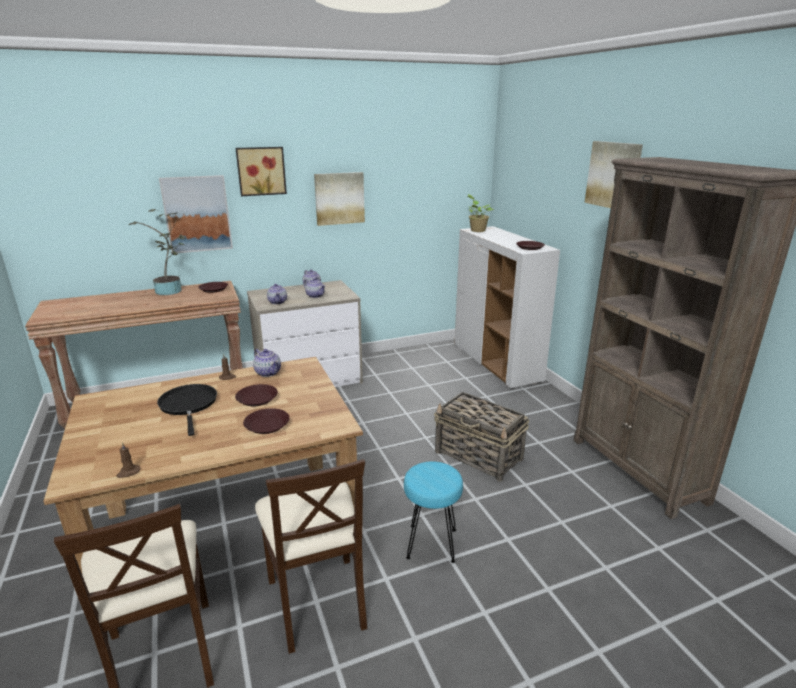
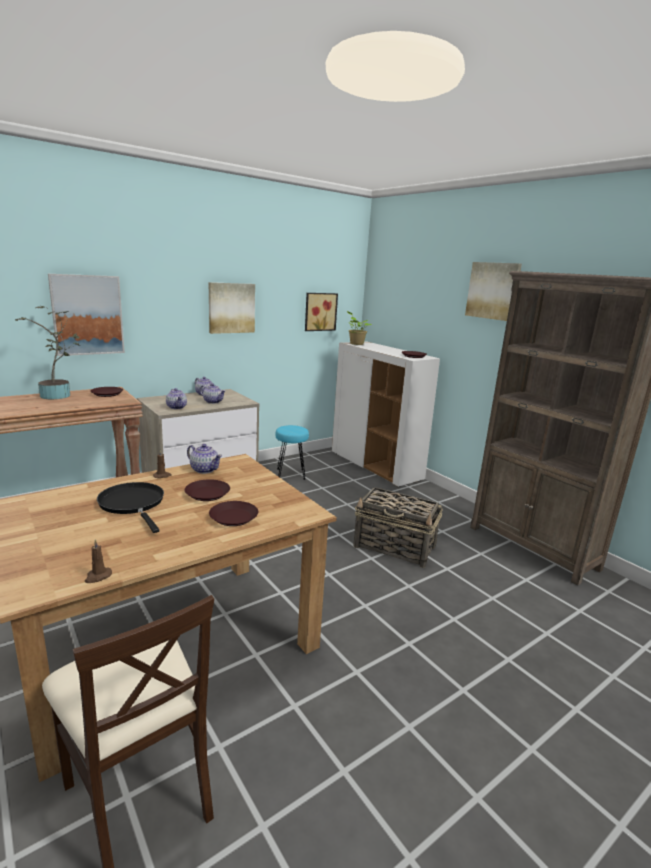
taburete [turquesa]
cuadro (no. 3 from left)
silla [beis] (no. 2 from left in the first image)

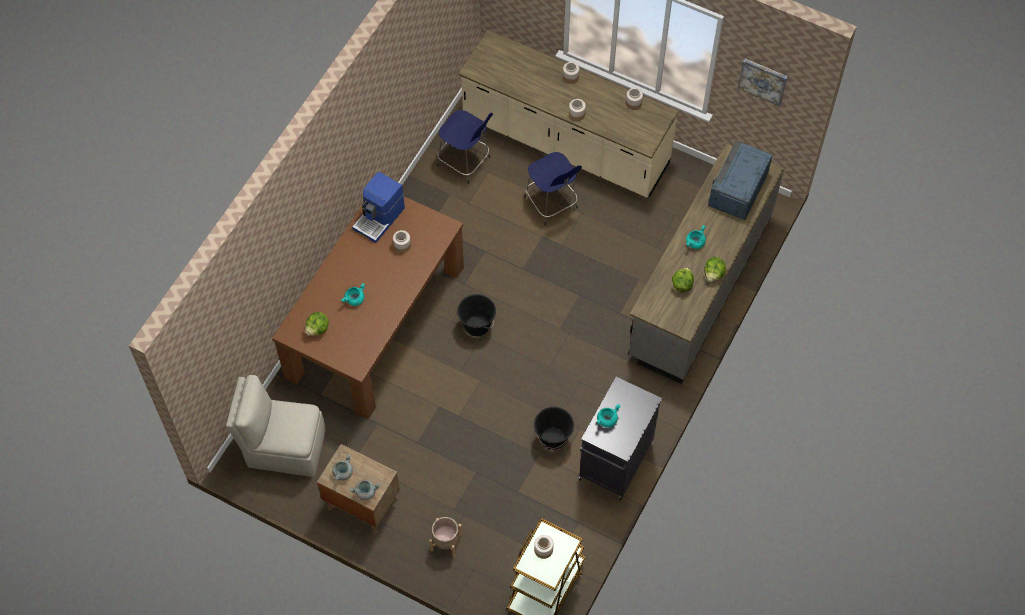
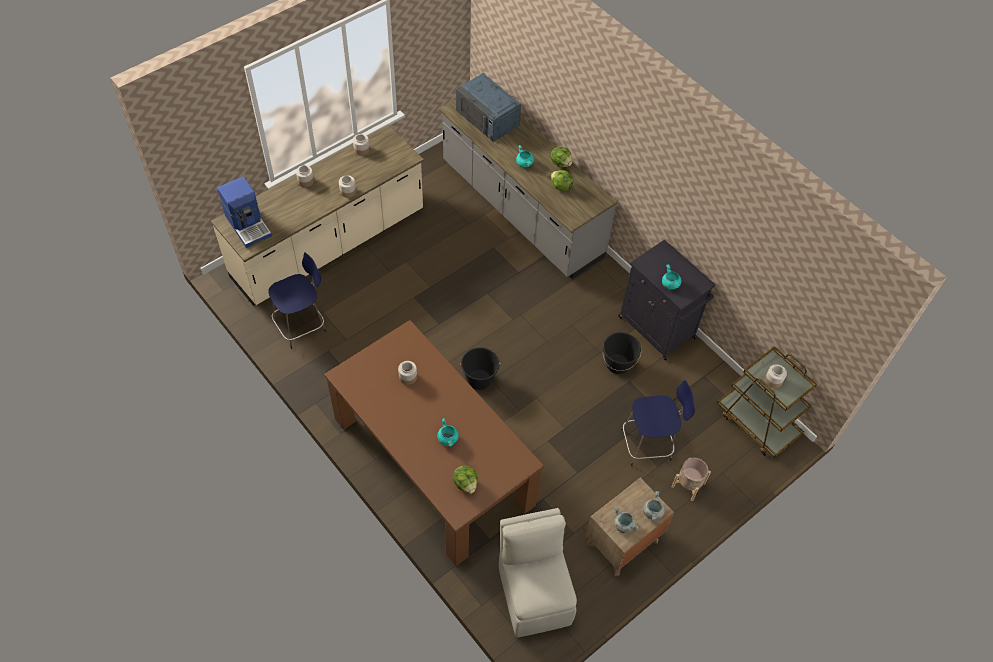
cafetera
silla [beis]
taburete [azul] (no. 2 from left)
cuadro

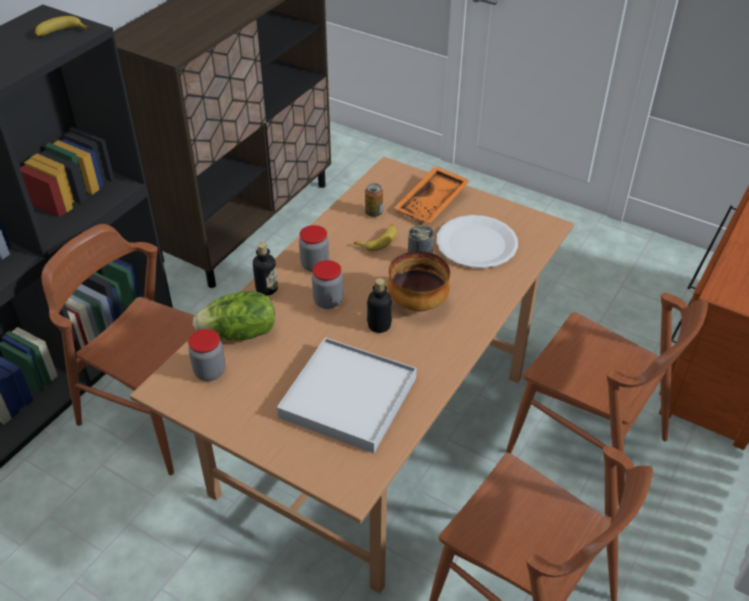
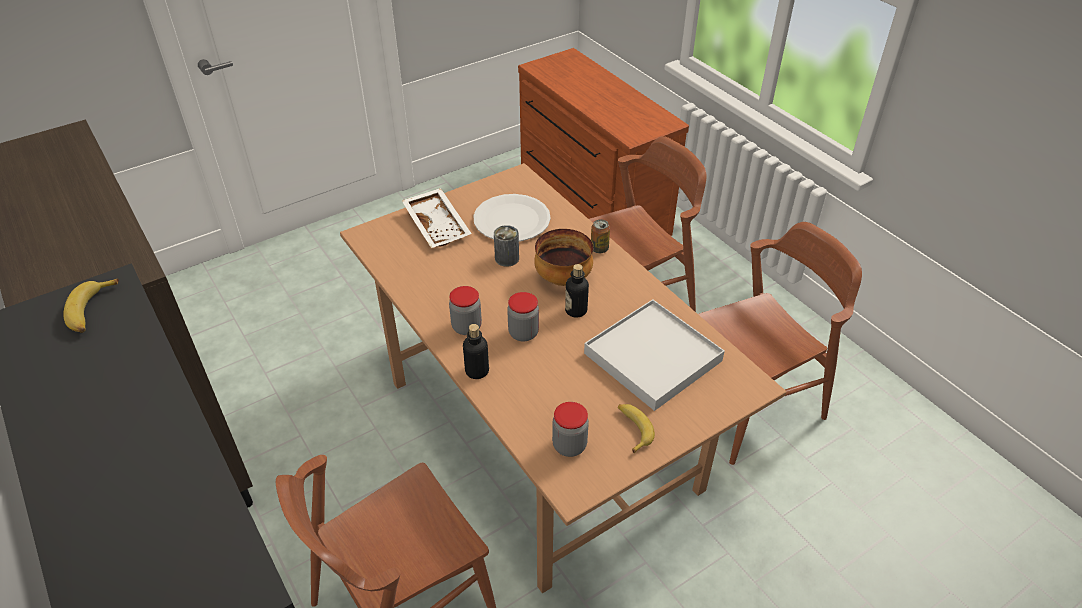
bandeja [blanco] (no. 1 from left)
lata (no. 2 from left)
plátano (no. 2 from left)
lechuga

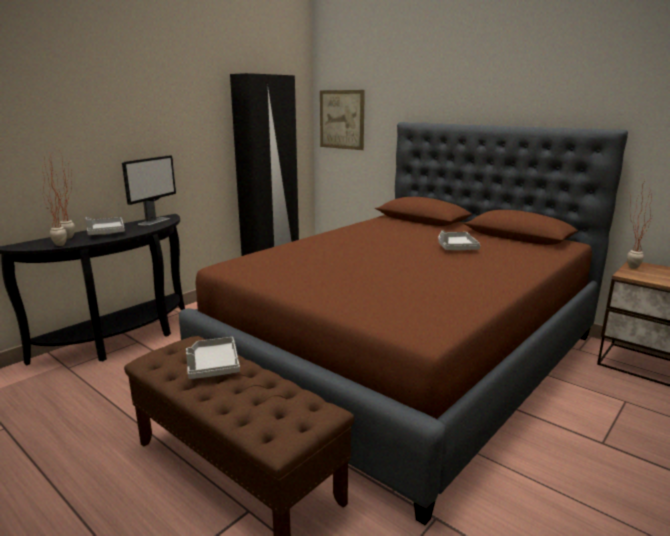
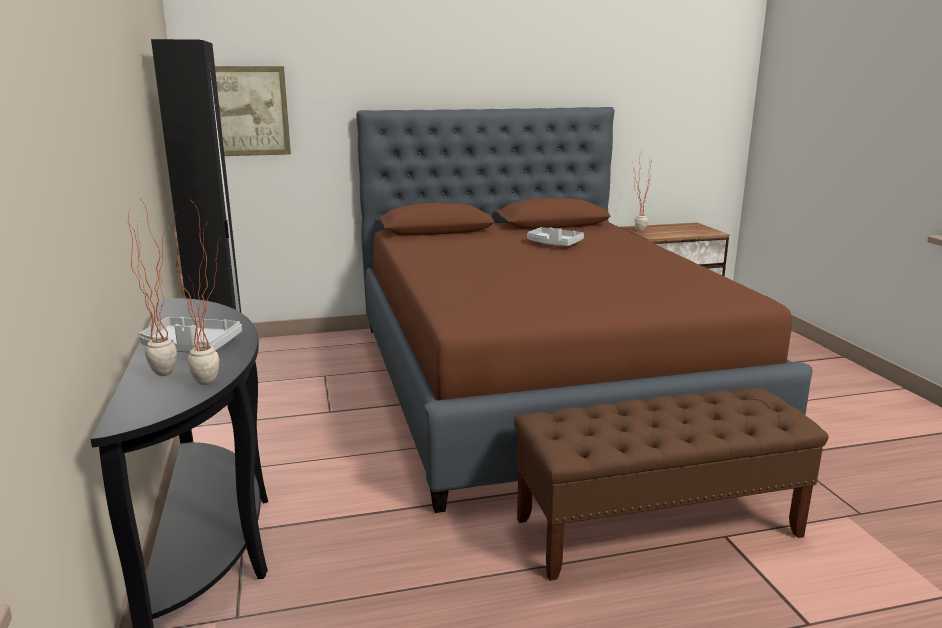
monitor
bandeja [gris] (no. 2 from left in the first image)

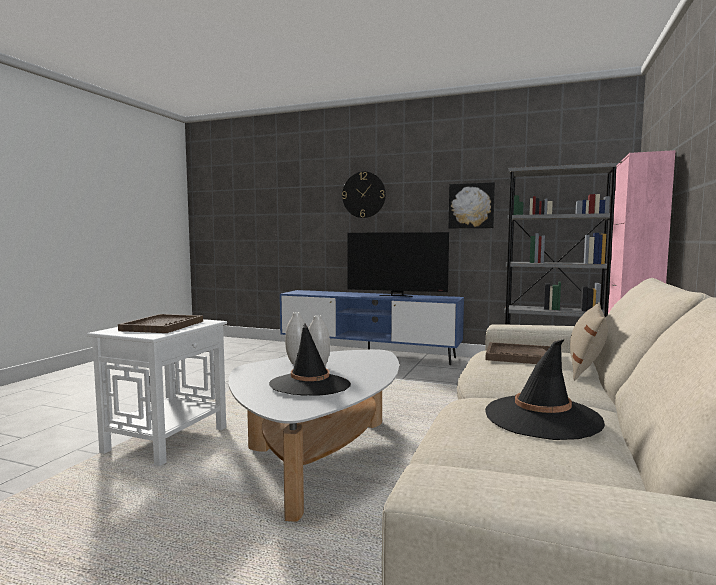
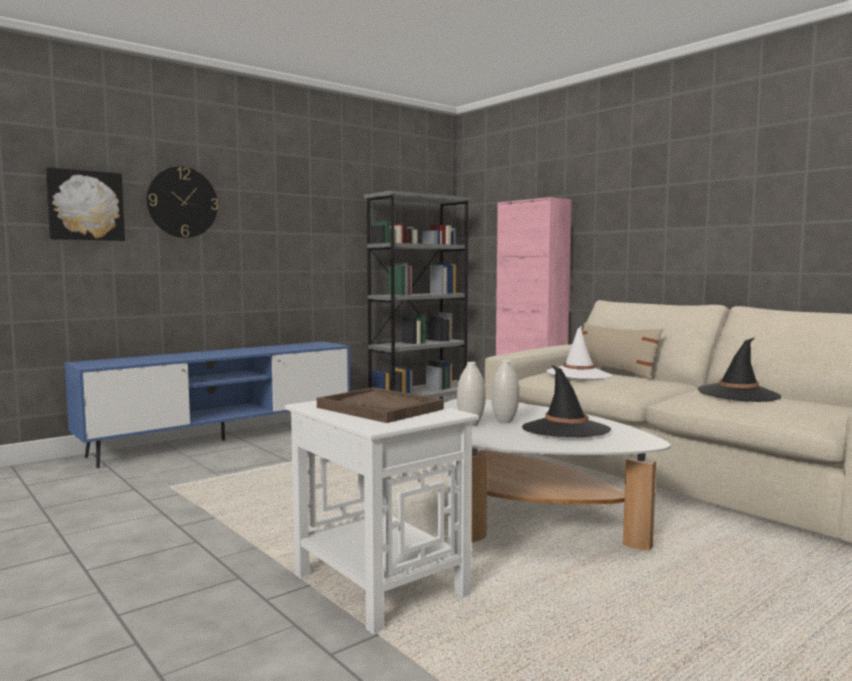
cuadro
sombrero [blanco]
televisor

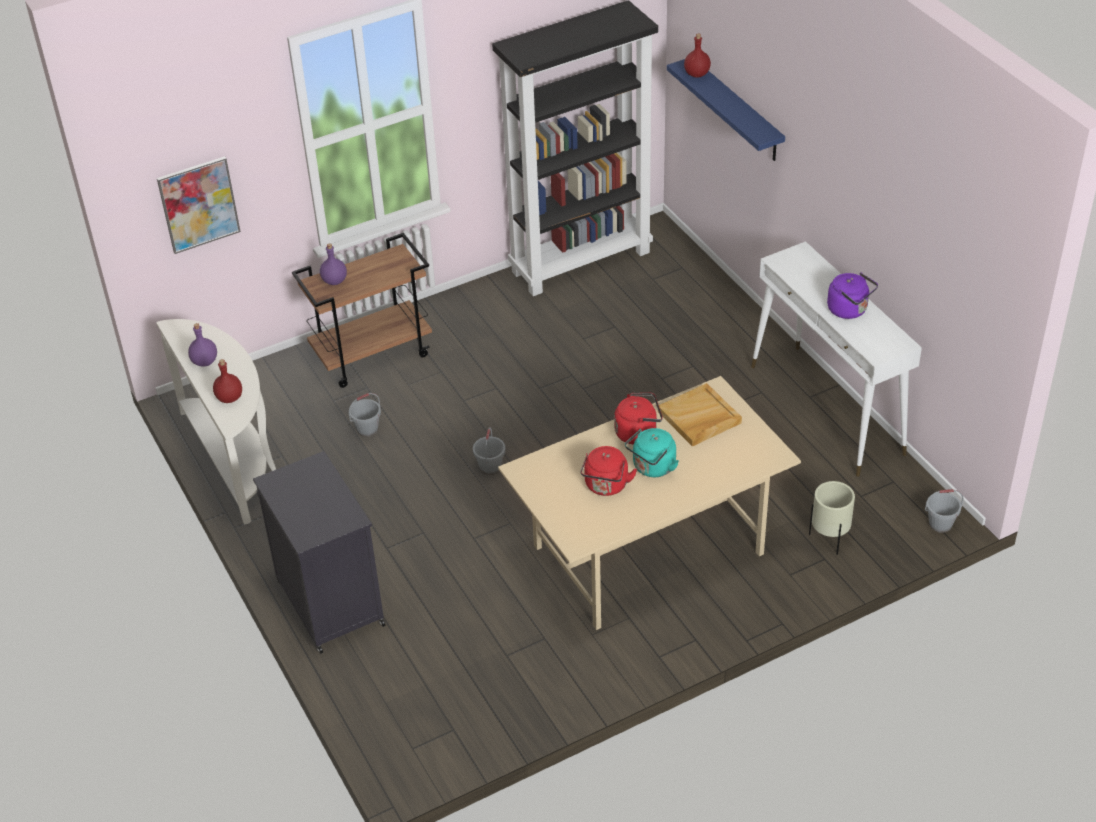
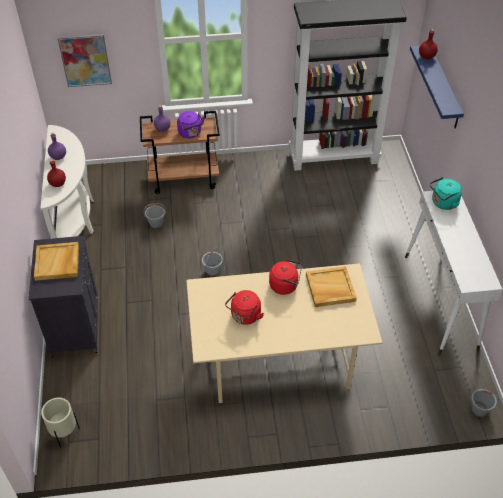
bandeja [beis] (no. 1 from left)
maceta [beis]
hervidor [morado]
hervidor [turquesa]

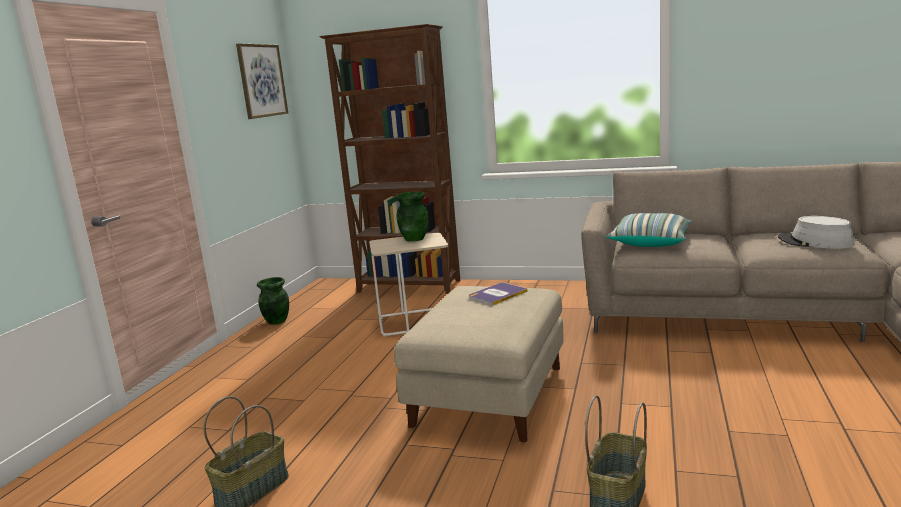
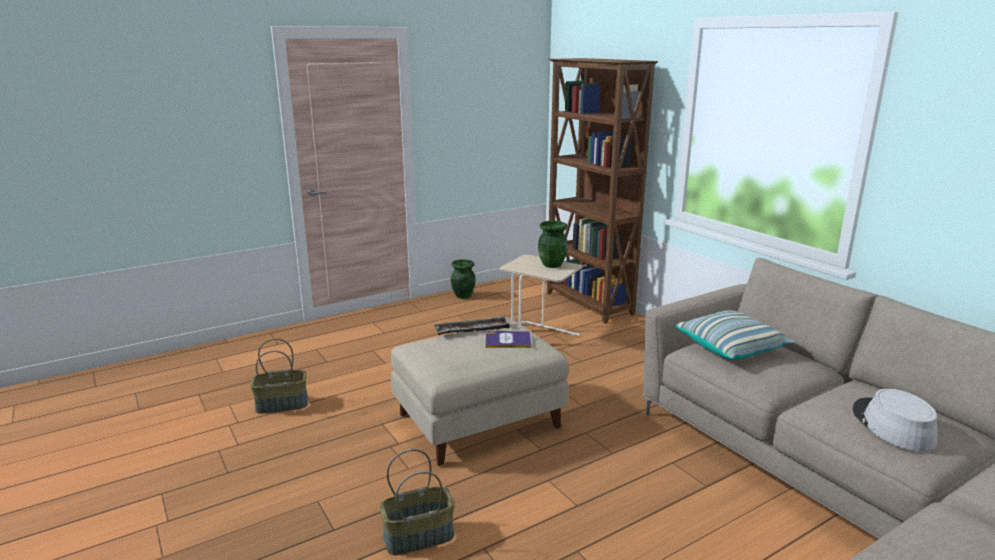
bandeja
cuadro

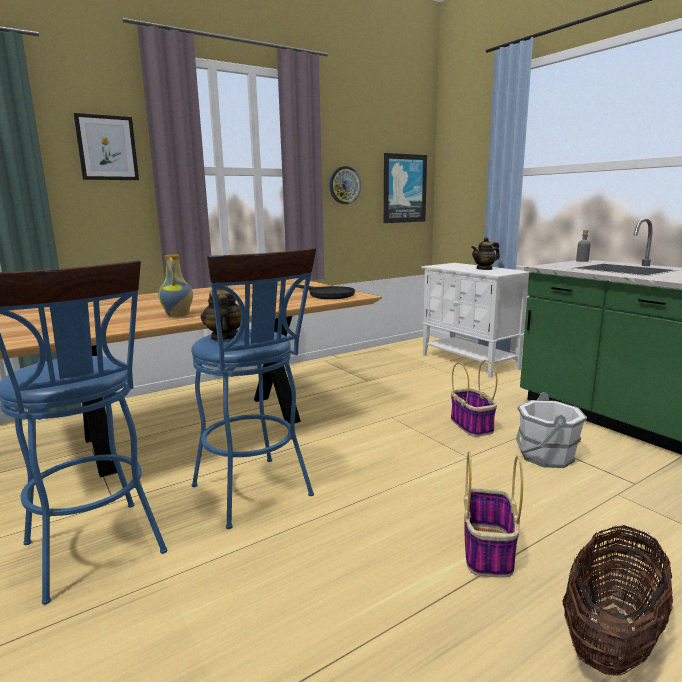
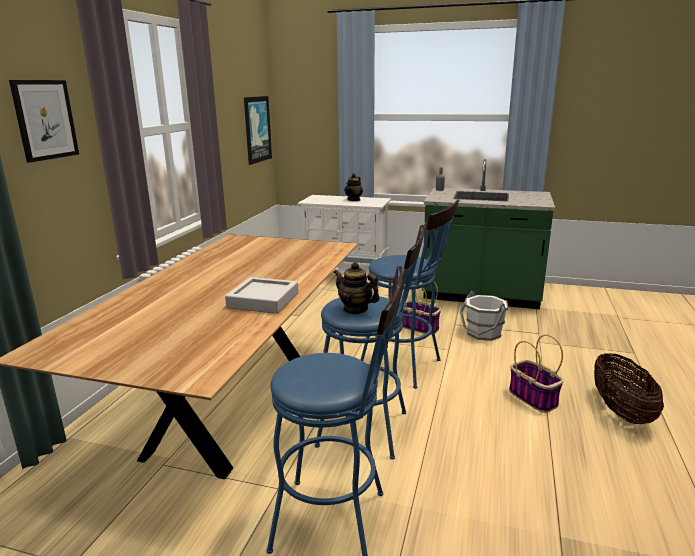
bandeja [gris]
taburete [azul] (no. 3 from left)
sartén [negro]
reloj de pared

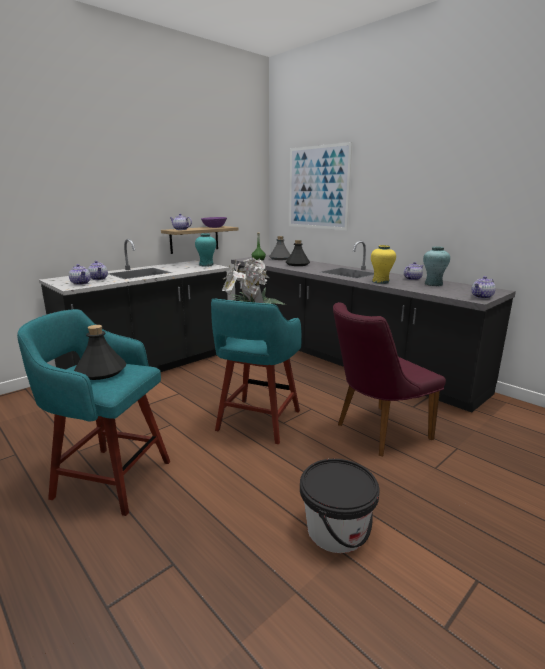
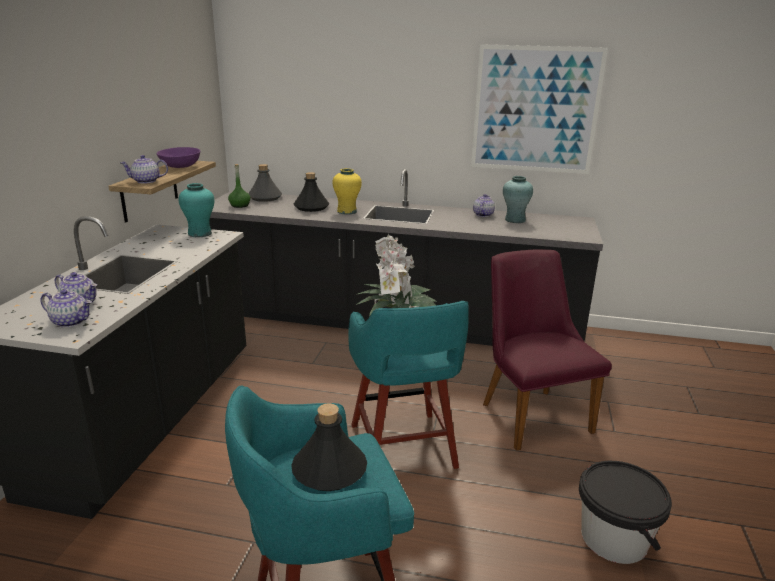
florero [amarillo]
cuadro
silla [morado]
tetera (no. 5 from left in the first image)

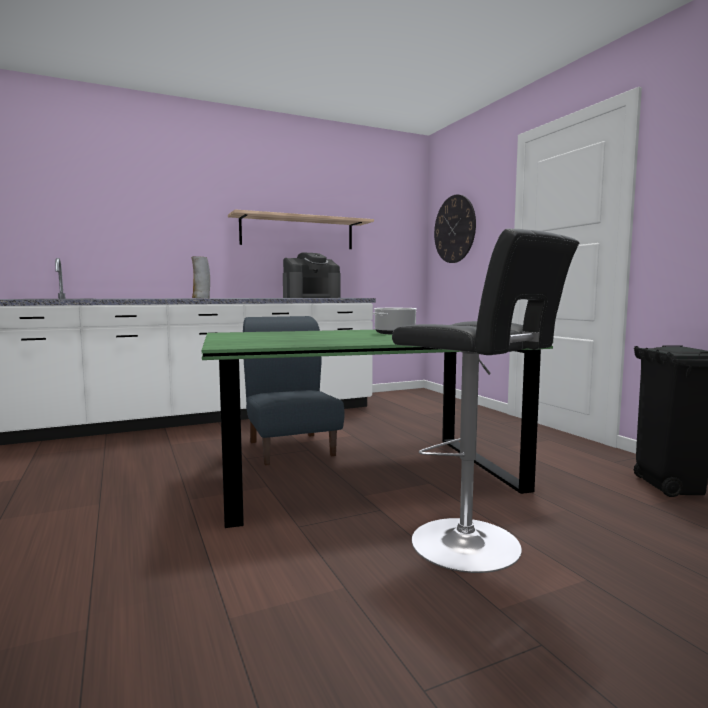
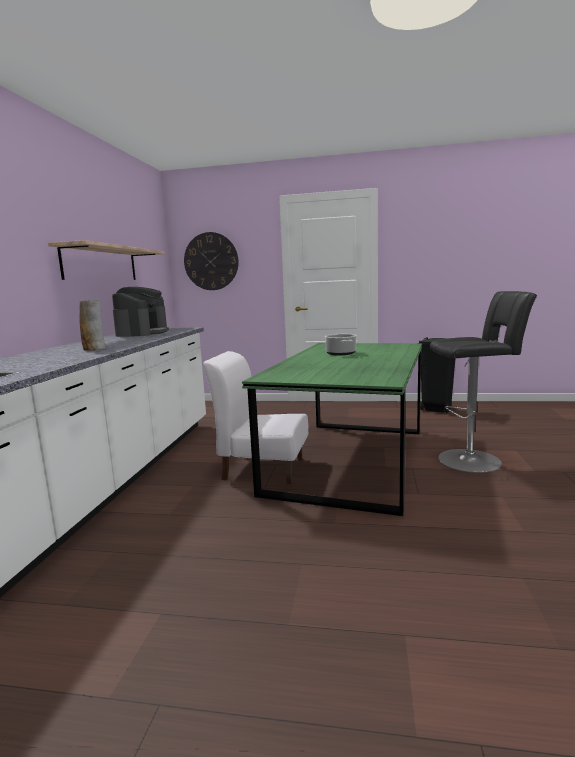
silla [blanco]

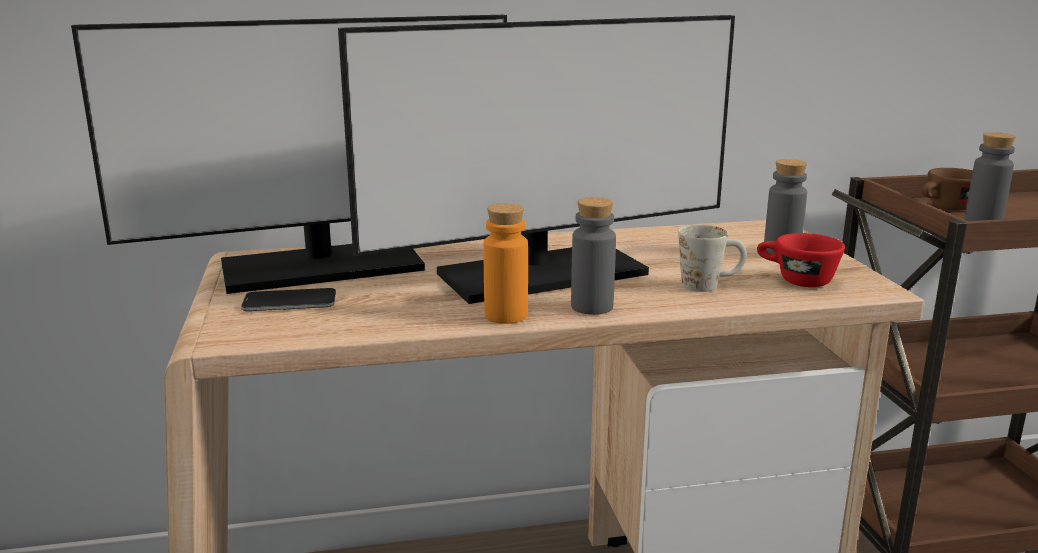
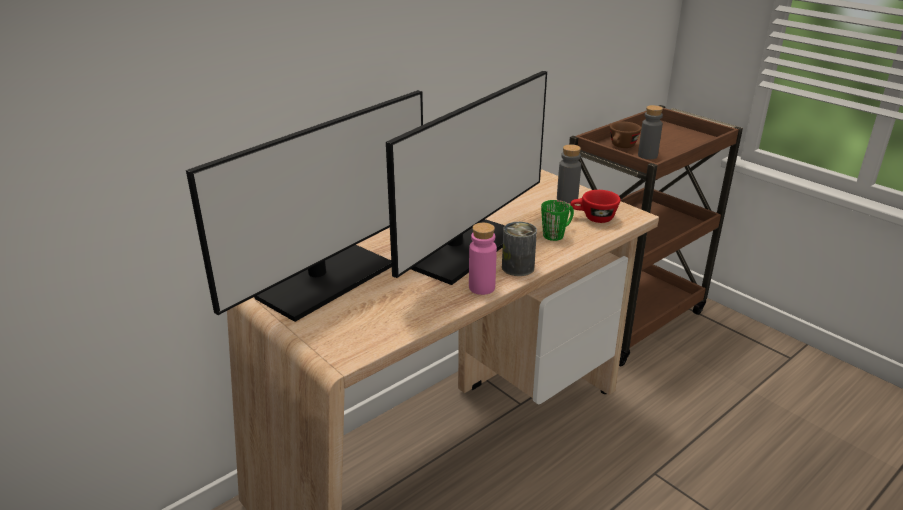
botella [rosa]
lata
taza grande [verde]
móvil

